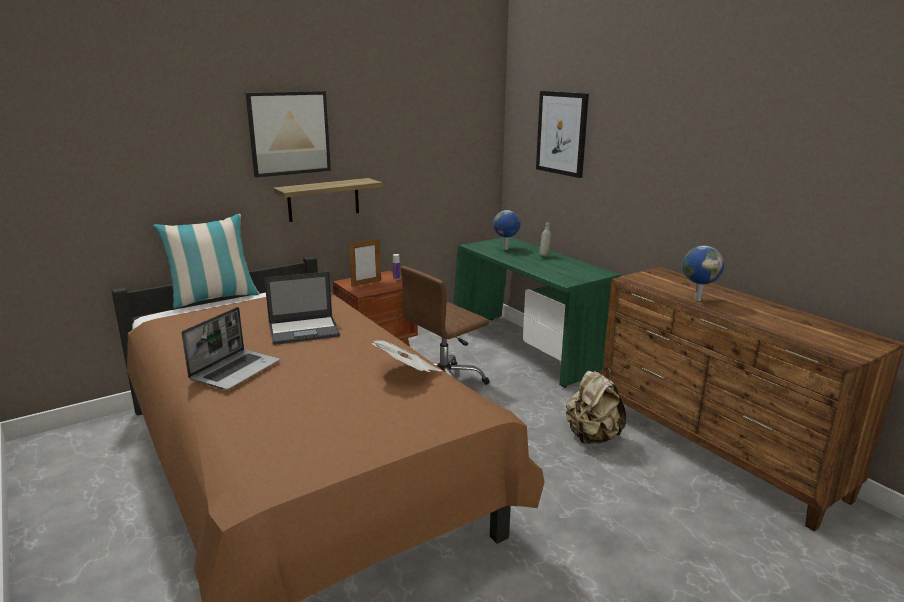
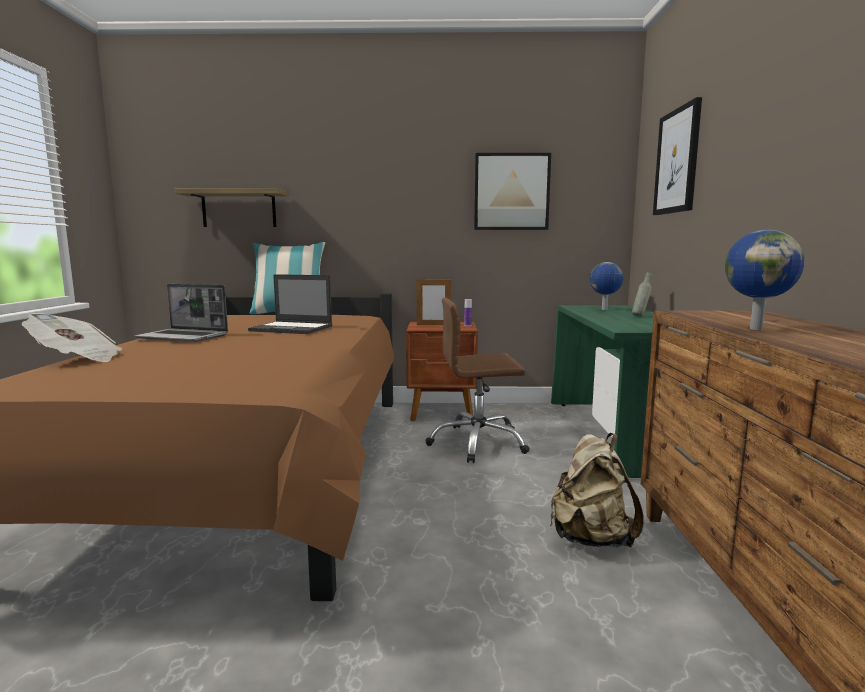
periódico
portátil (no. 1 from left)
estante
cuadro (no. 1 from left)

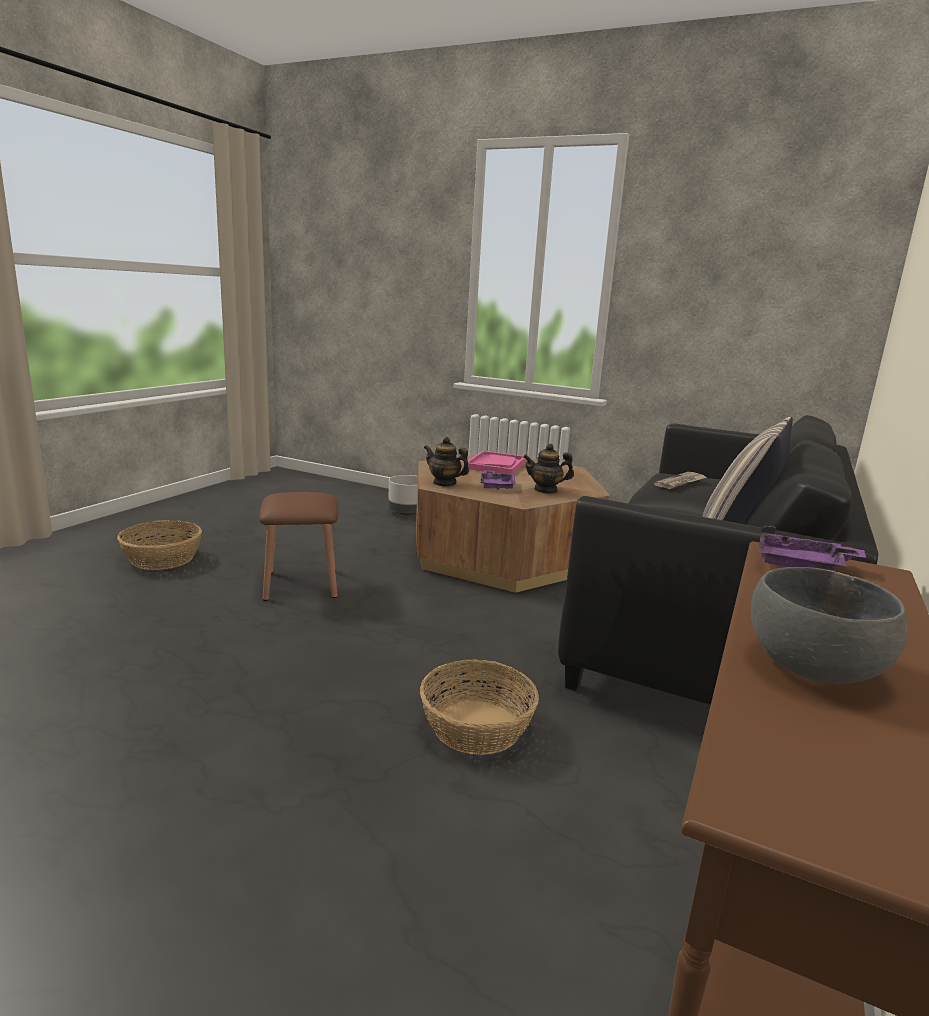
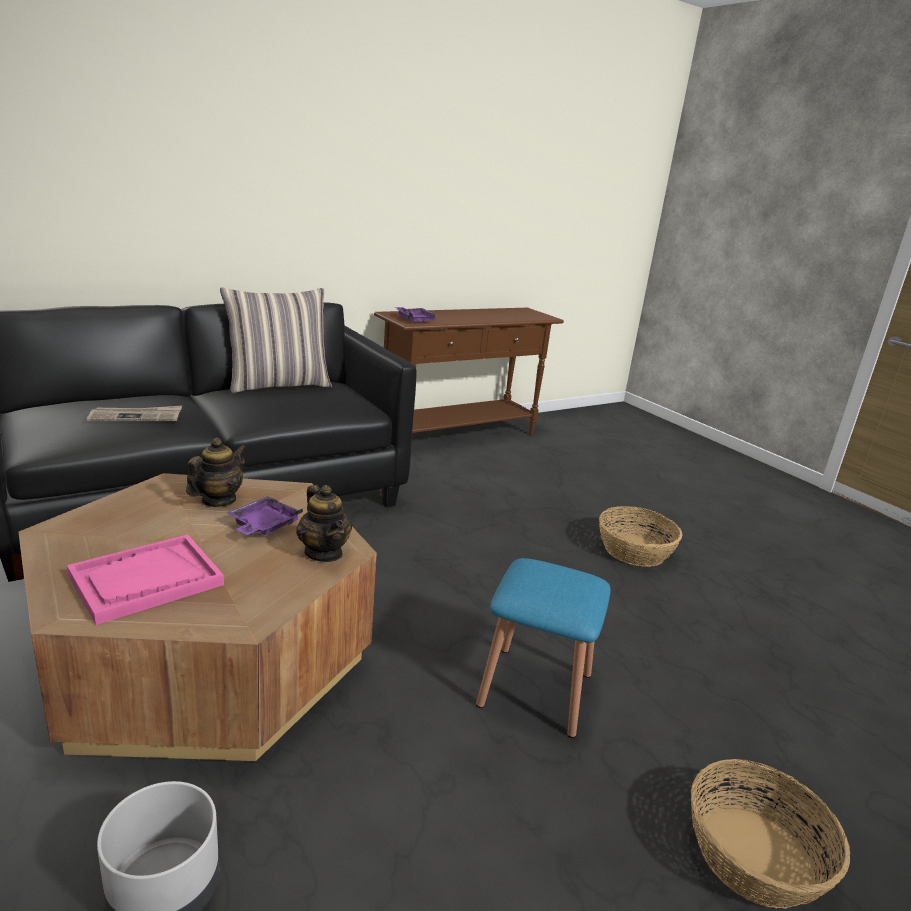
tetera (no. 1 from left)
taburete [azul]
cesta (no. 1 from left)
cuenco [gris]

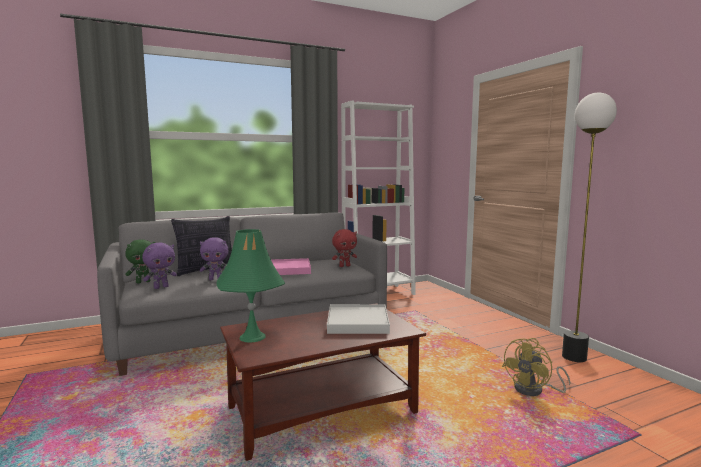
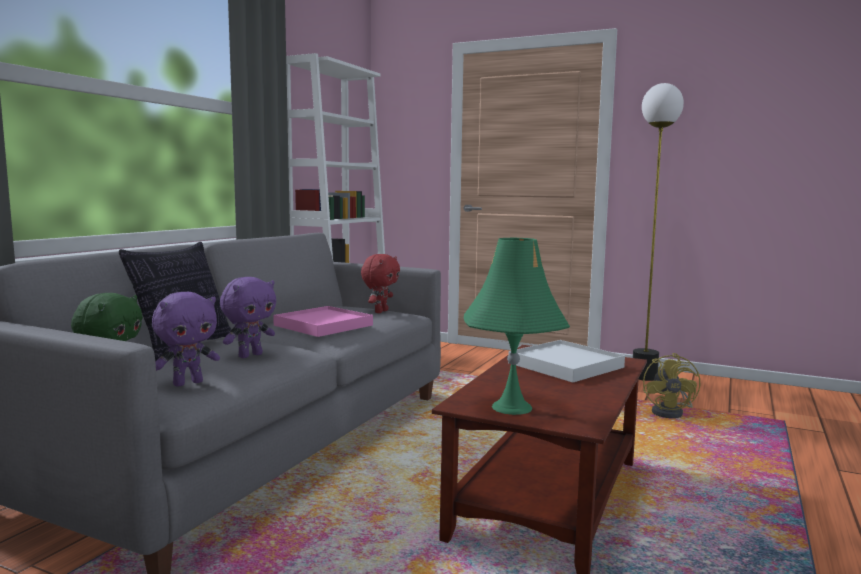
peluche [morado] (no. 1 from left)

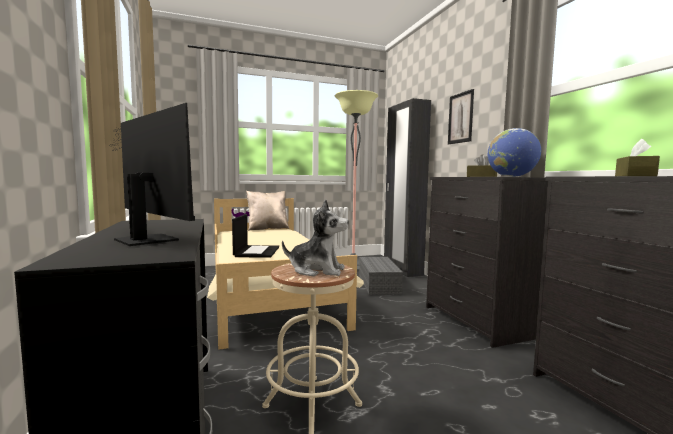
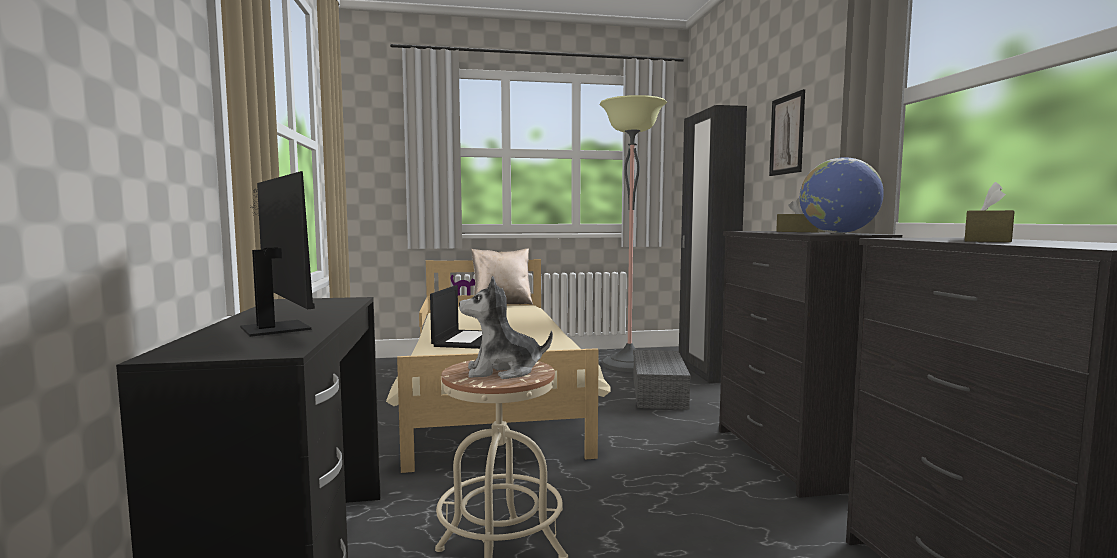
peluche

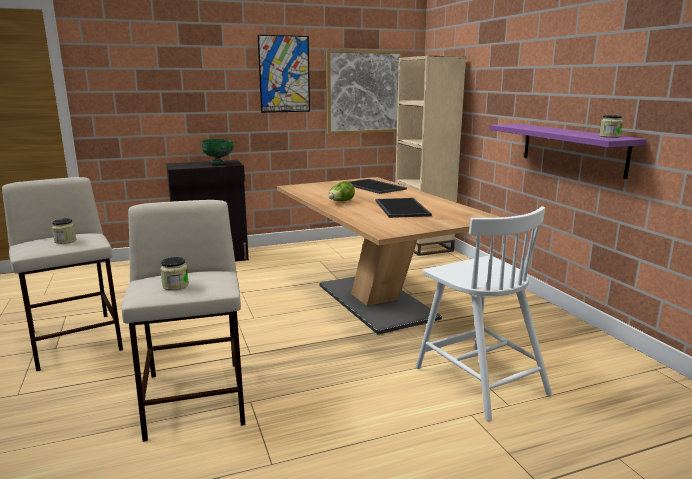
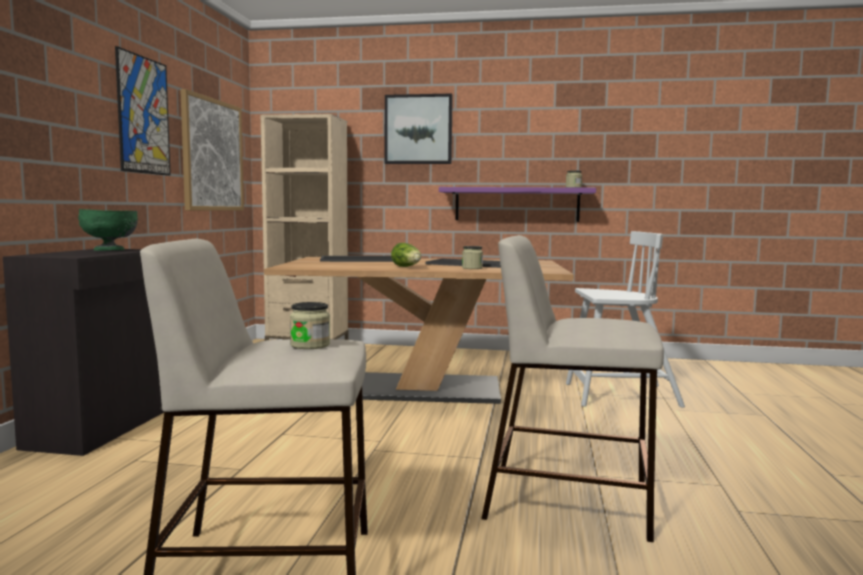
cuadro (no. 3 from left)
tarro (no. 2 from left)

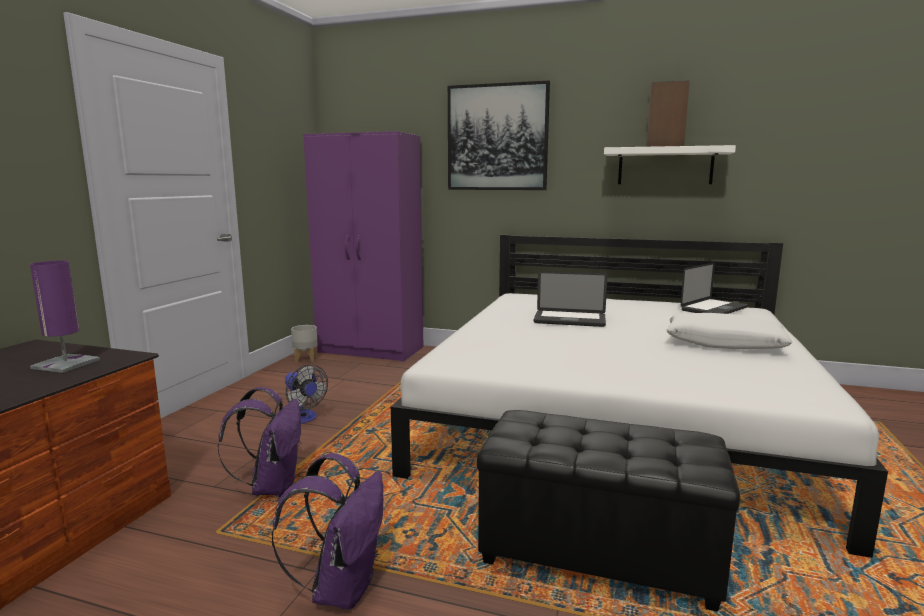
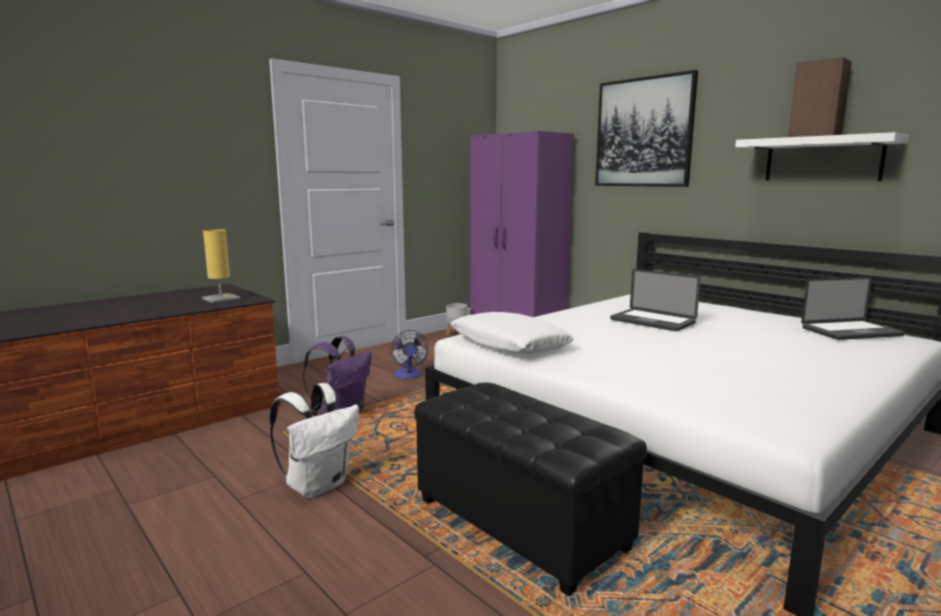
lámpara de mesa [amarillo]
mochila [blanco]
cojín [blanco]

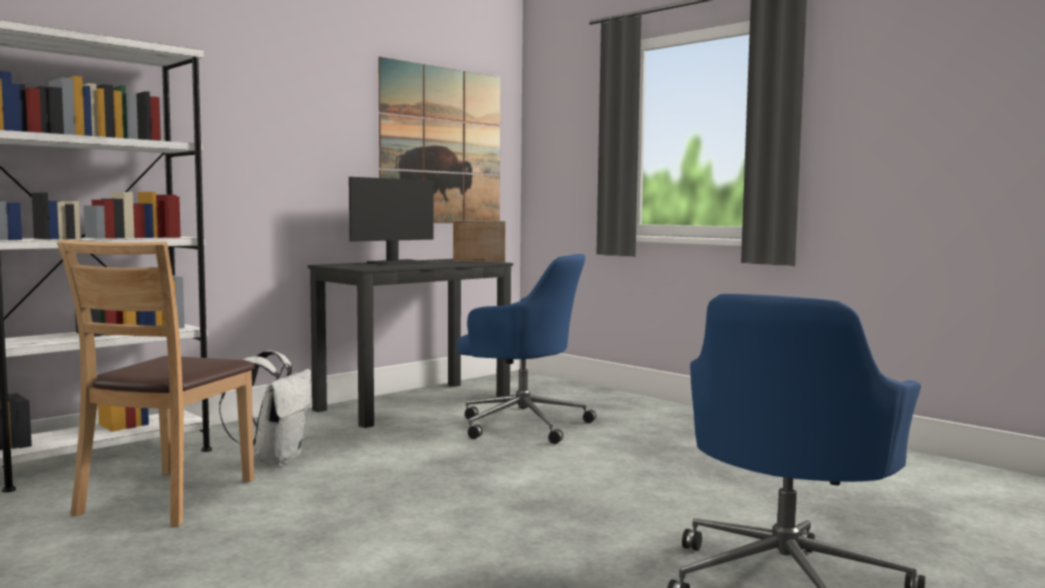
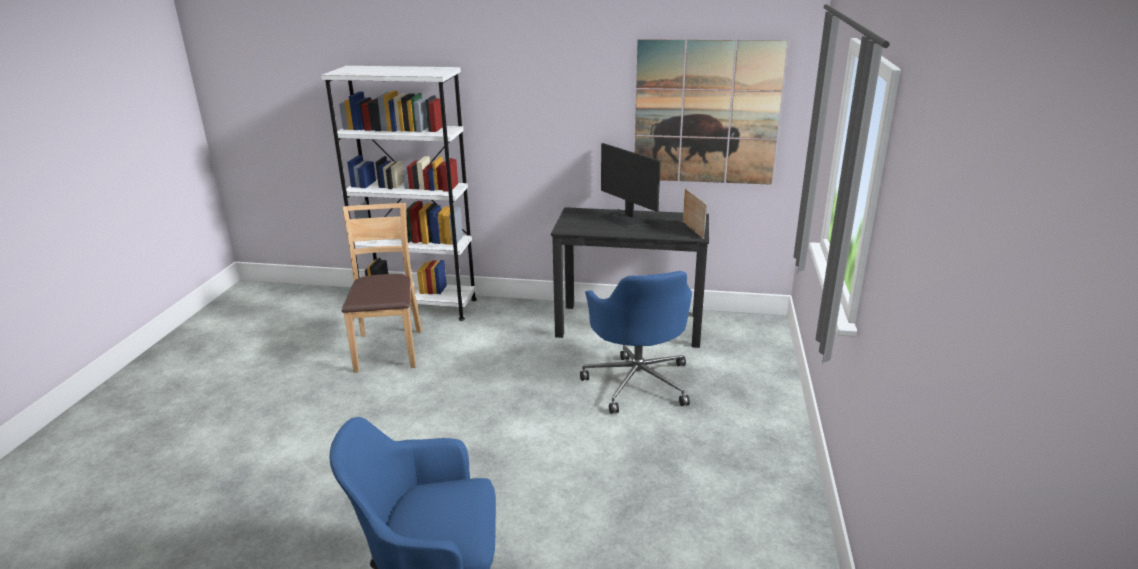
silla [marrón]
monitor
mochila [blanco]

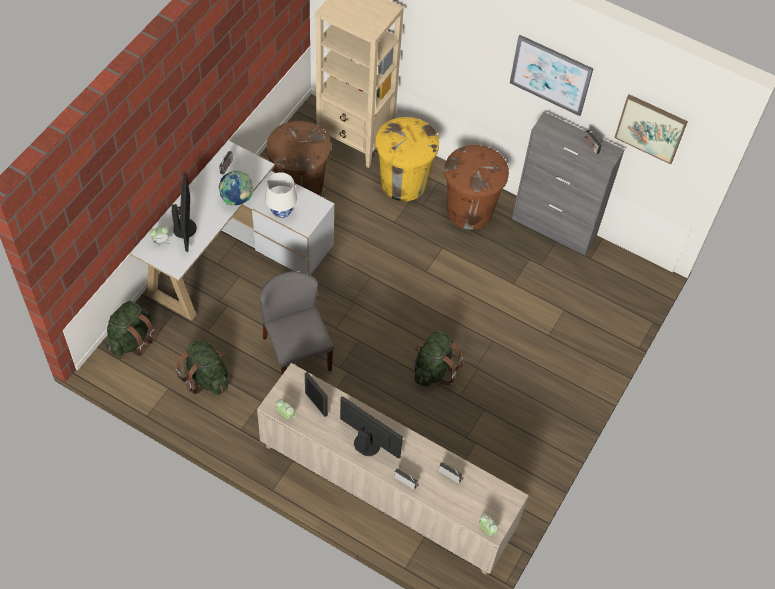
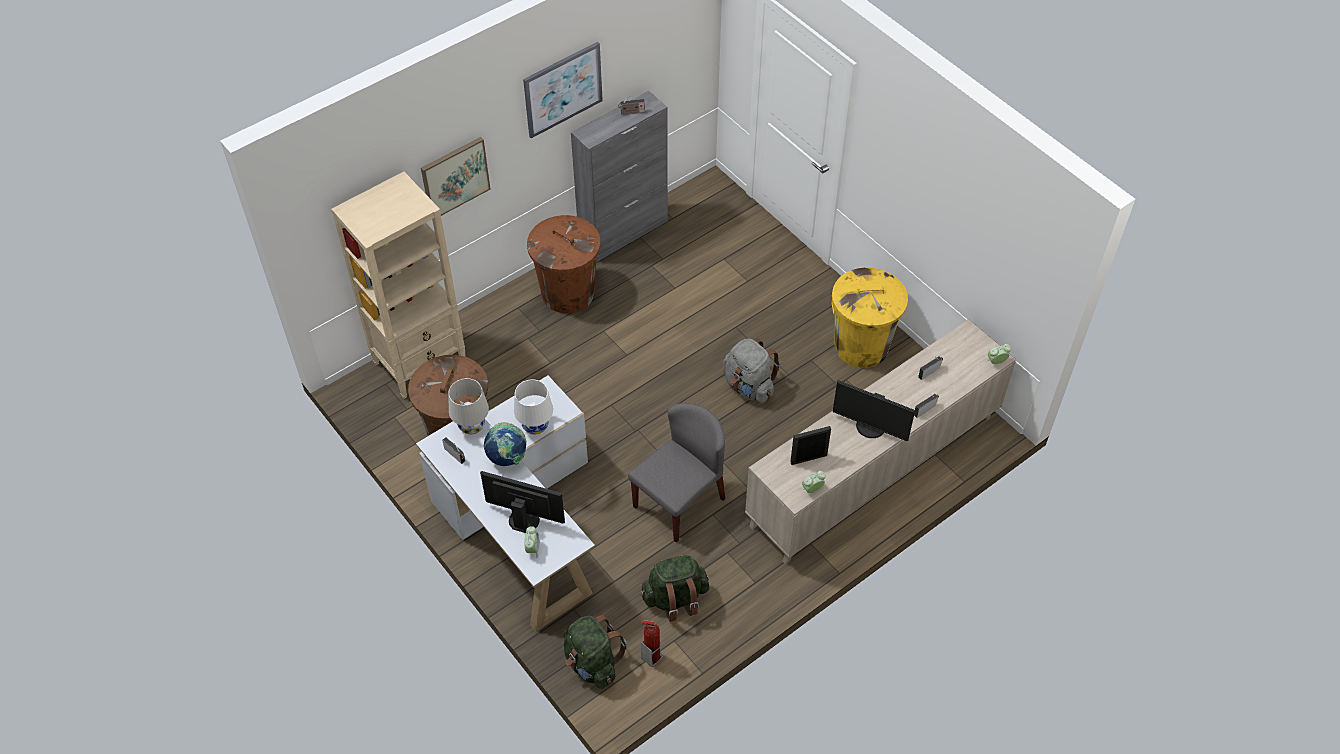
cuadro (no. 1 from left)
lámpara de mesa [blanco] (no. 1 from left)
silla [gris]
extintor
mochila [gris]
papelera [amarillo]
monitor (no. 2 from left)

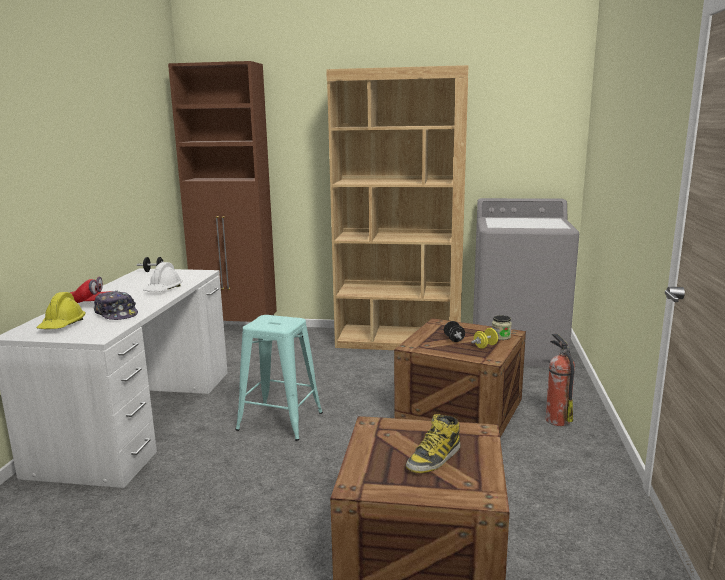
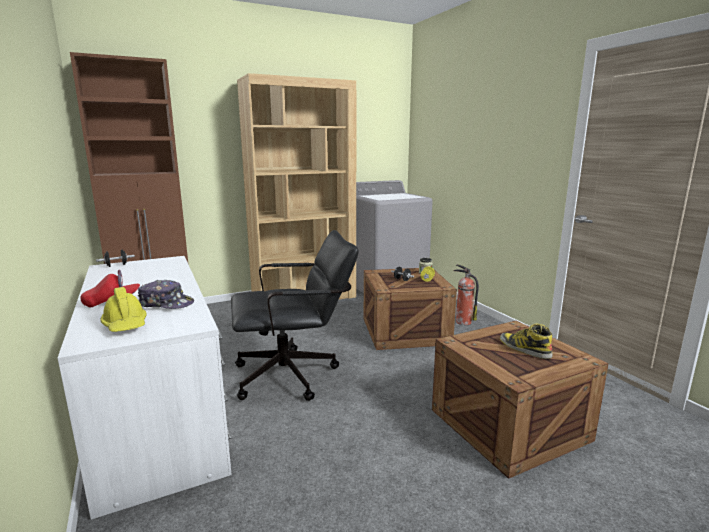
silla de oficina [negro]
bota
casco [blanco]

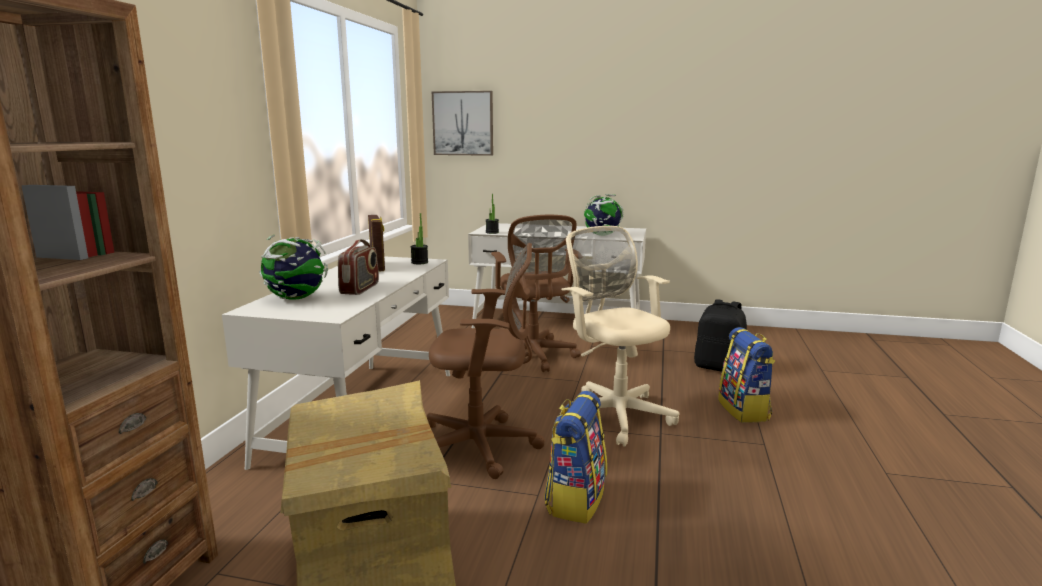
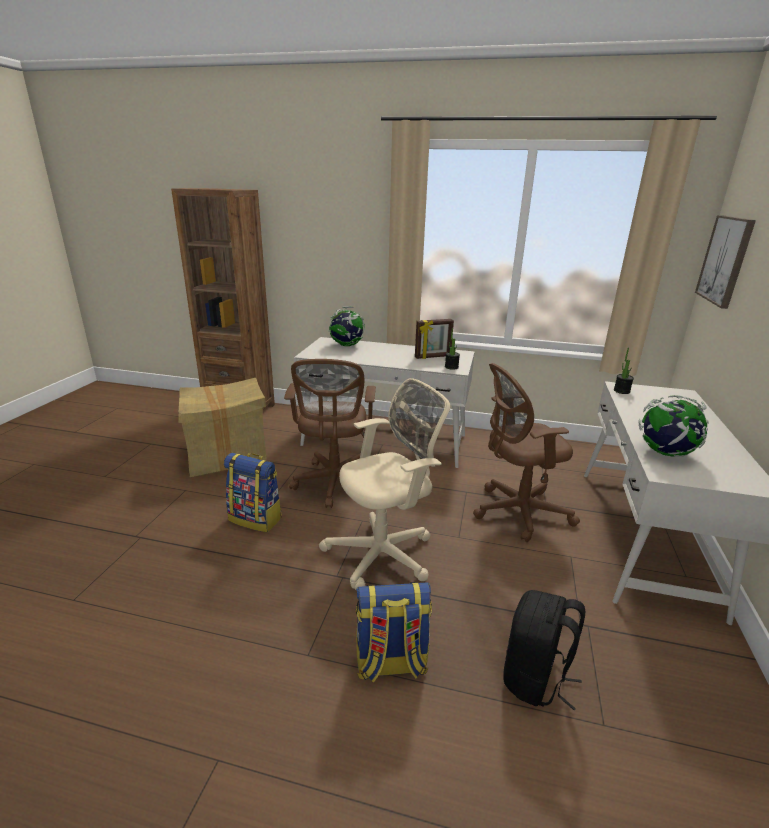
radio

